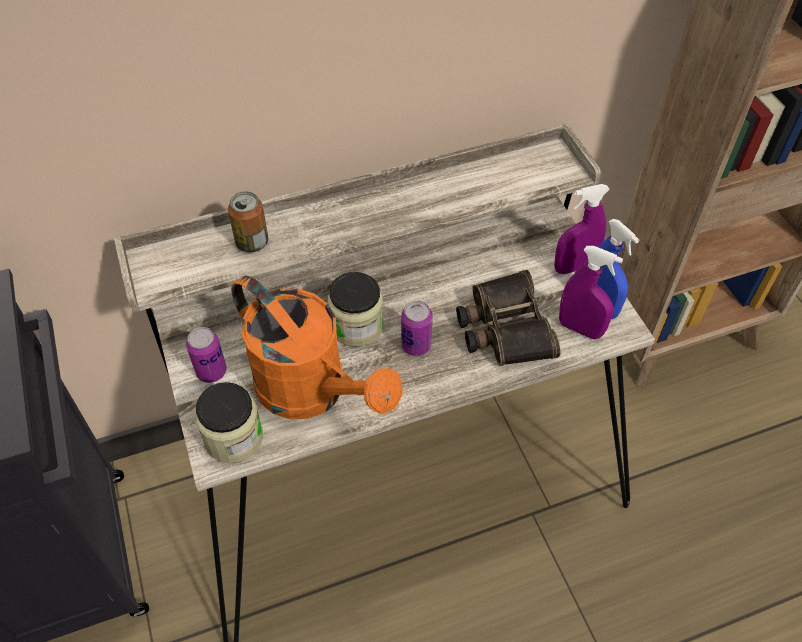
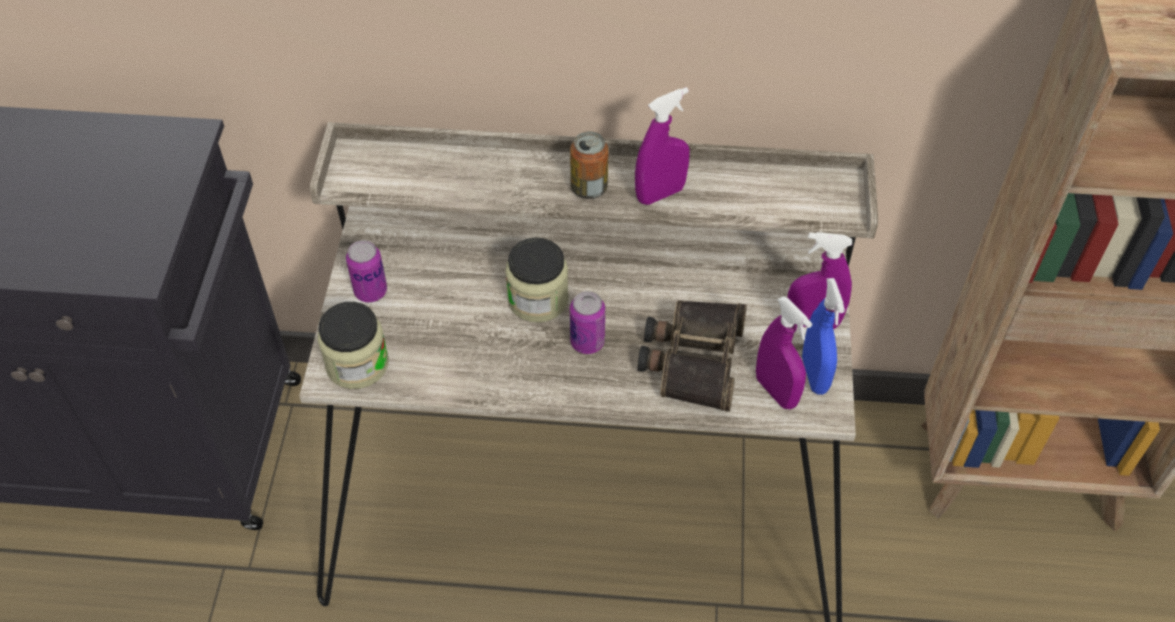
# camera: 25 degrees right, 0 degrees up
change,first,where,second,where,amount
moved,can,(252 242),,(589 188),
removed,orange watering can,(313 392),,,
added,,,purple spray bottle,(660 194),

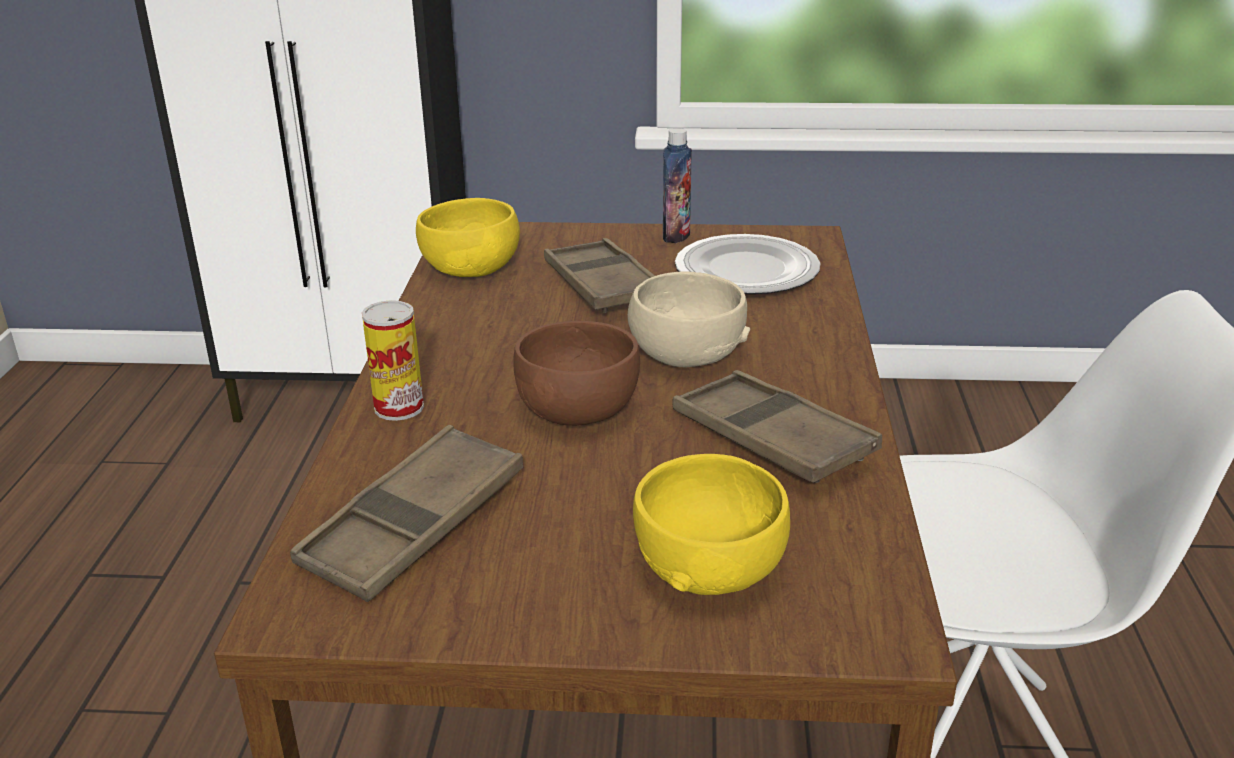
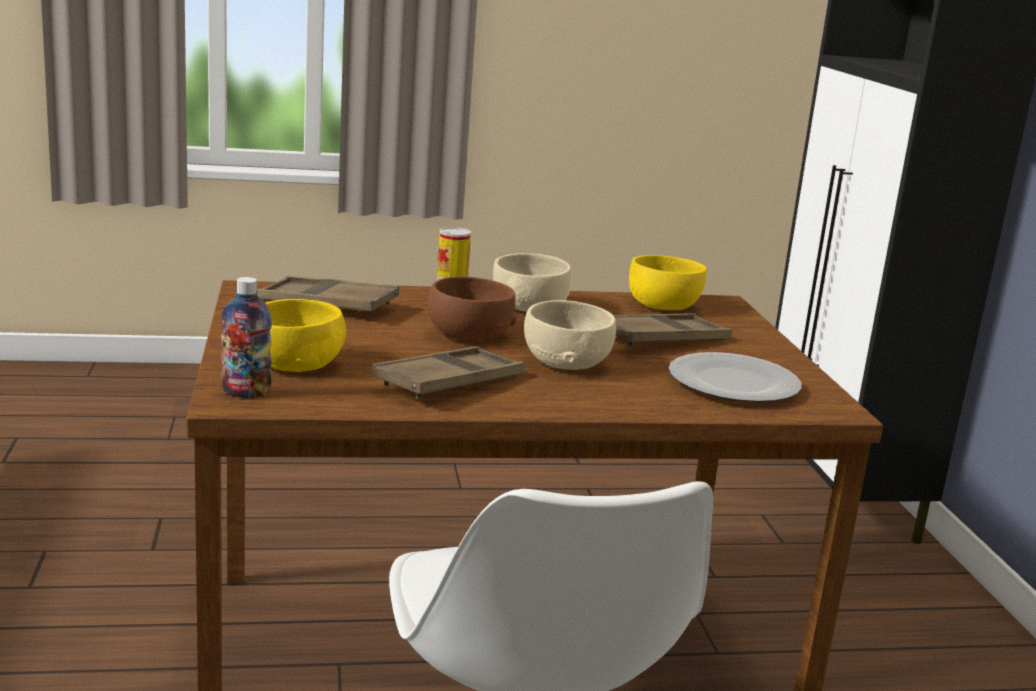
# camera: 75 degrees right, 10 degrees down
change,first,where,second,where,amount
moved,bottle,(676 236),,(246 392),
added,,,beige bowl,(529 306),

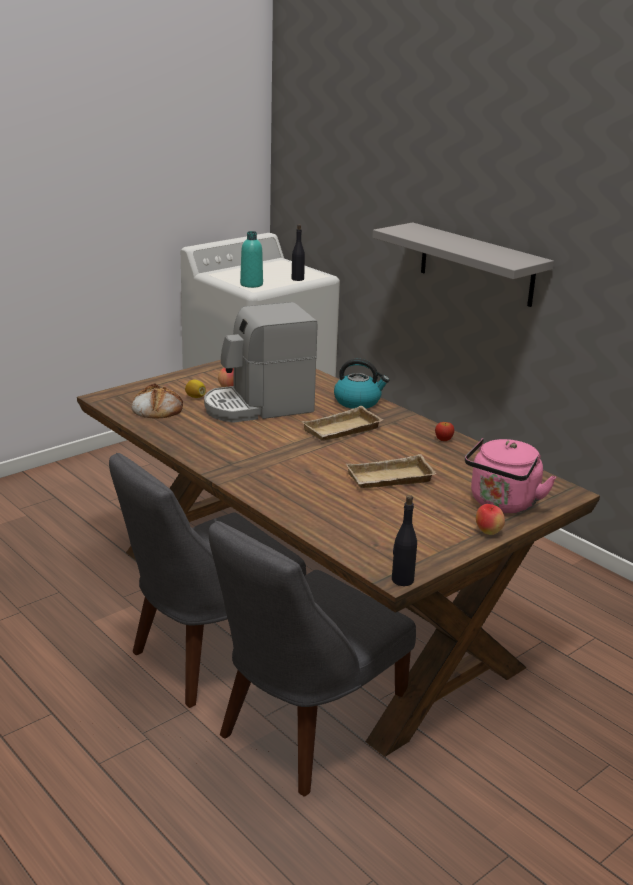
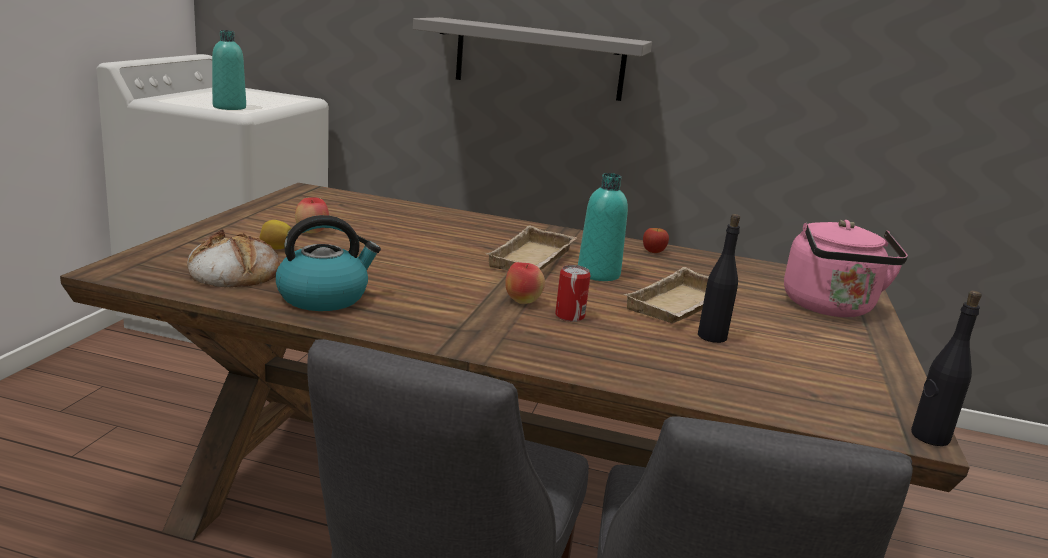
# camera: 35 degrees left, 5 degrees down
change,first,where,second,where,amount
removed,coffee machine,(258 406),,,
moved,black bottle,(298 279),,(712 336),
moved,kettle,(358 401),,(324 297),
moved,apple,(488 532),,(522 301),
added,,,can,(569 316),
added,,,turquoise bottle,(598 274),

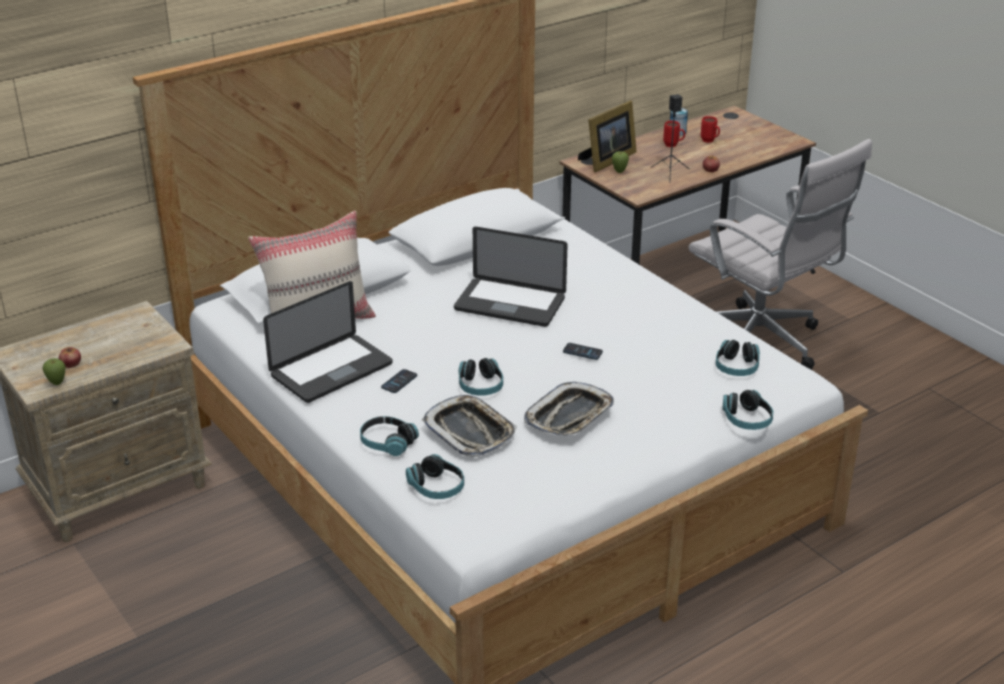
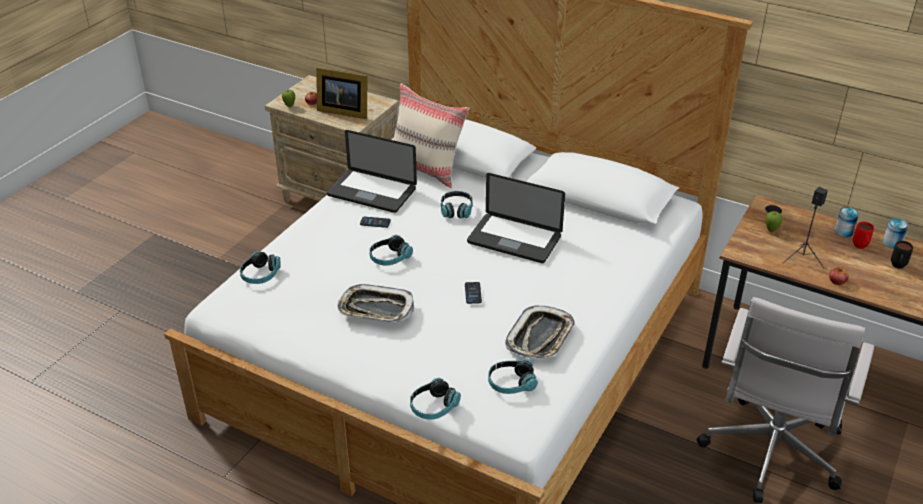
# camera: 65 degrees right, 5 degrees up
change,first,where,second,where,amount
moved,headphones,(387 443),,(456 210),
moved,tray,(470 431),,(540 337),
turned,laptop,(509 304),,(514 239),60 degrees counterclockwise
moved,picture frame,(607 160),,(342 111),
recoloured,red mug,(710 141),black mug,(897 267),
added,,,can,(843 231),

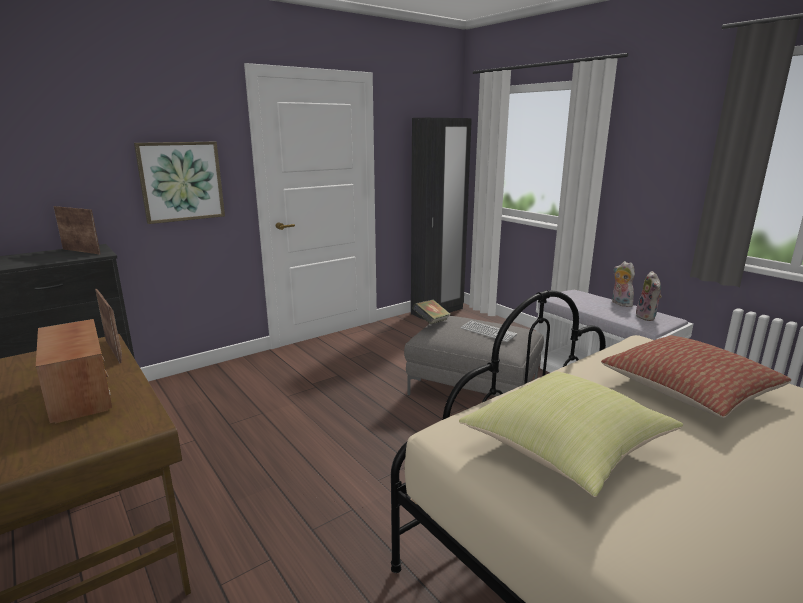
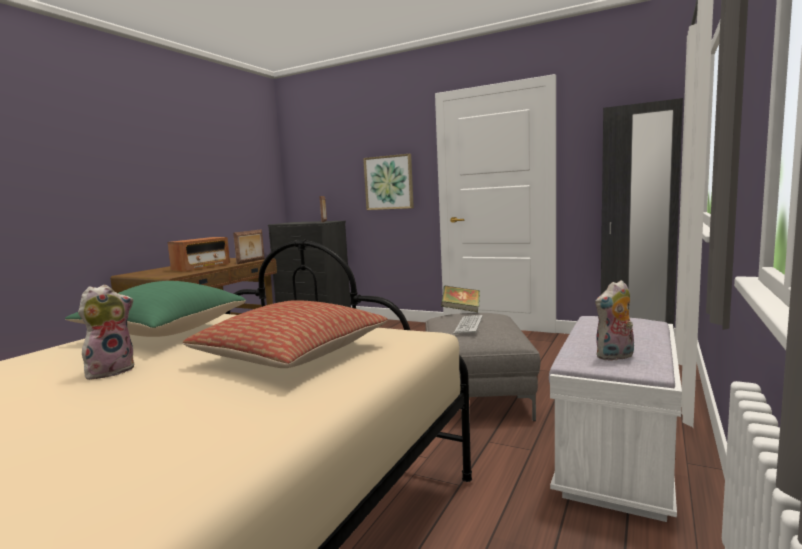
# camera: 65 degrees right, 10 degrees down
change,first,where,second,where,amount
recoloured,yellow pillow,(566 452),green pillow,(162 334),
moved,plush toy,(620 303),,(111 371),

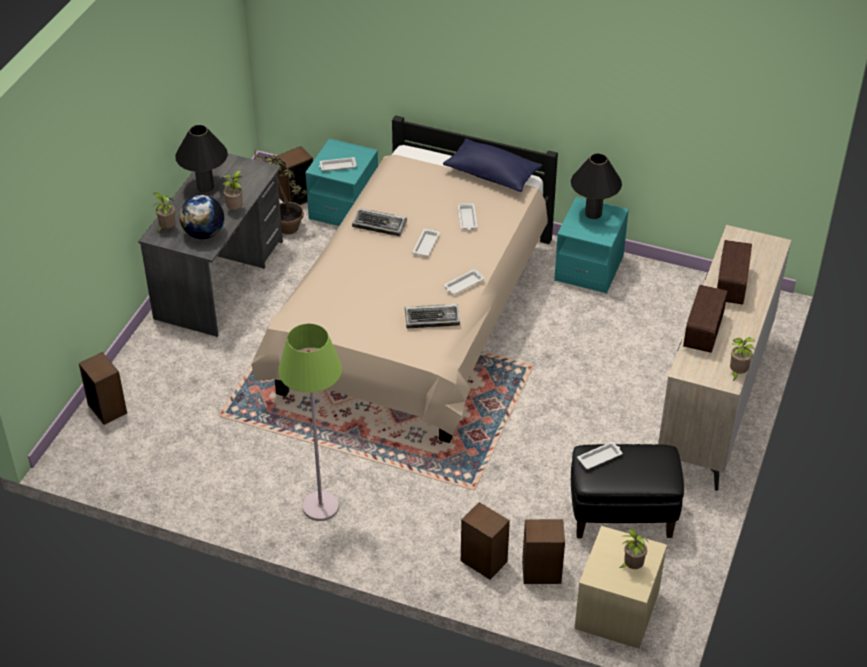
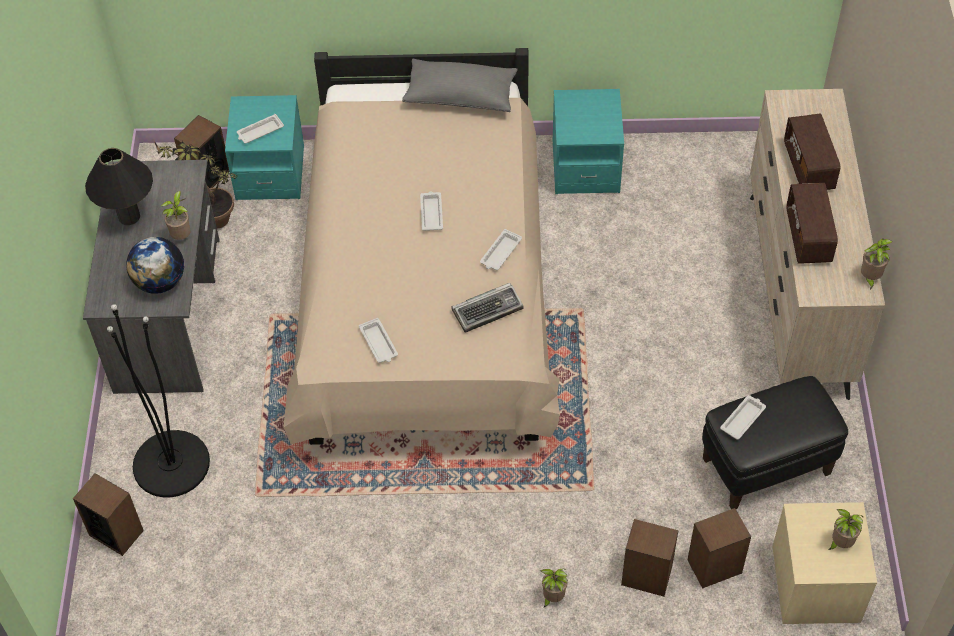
# camera: 20 degrees left, 10 degrees up
change,first,where,second,where,amount
moved,potted plant,(166 229),,(552 597),
removed,green floor lamp,(320 507),,,
removed,keyboard,(380 225),,,
recoloured,blue pillow,(492 175),grey pillow,(460 96),
moved,white tray,(467 219),,(379 344),
removed,black table lamp,(593 213),,,
added,,,black floor lamp,(171 464),

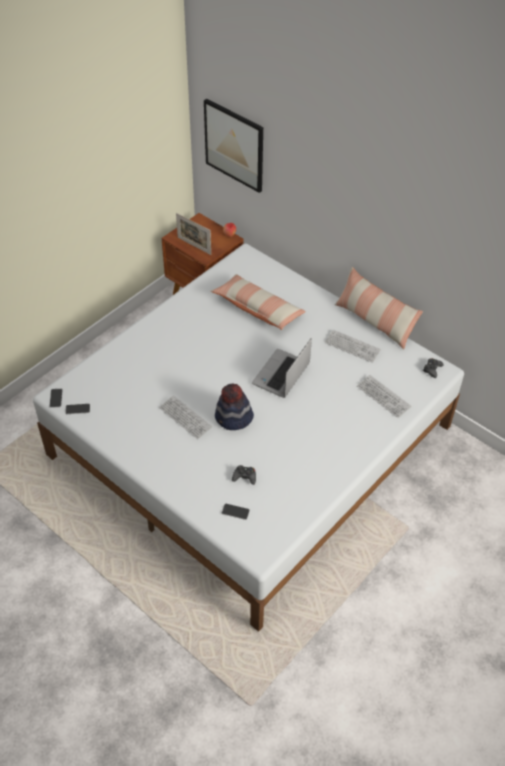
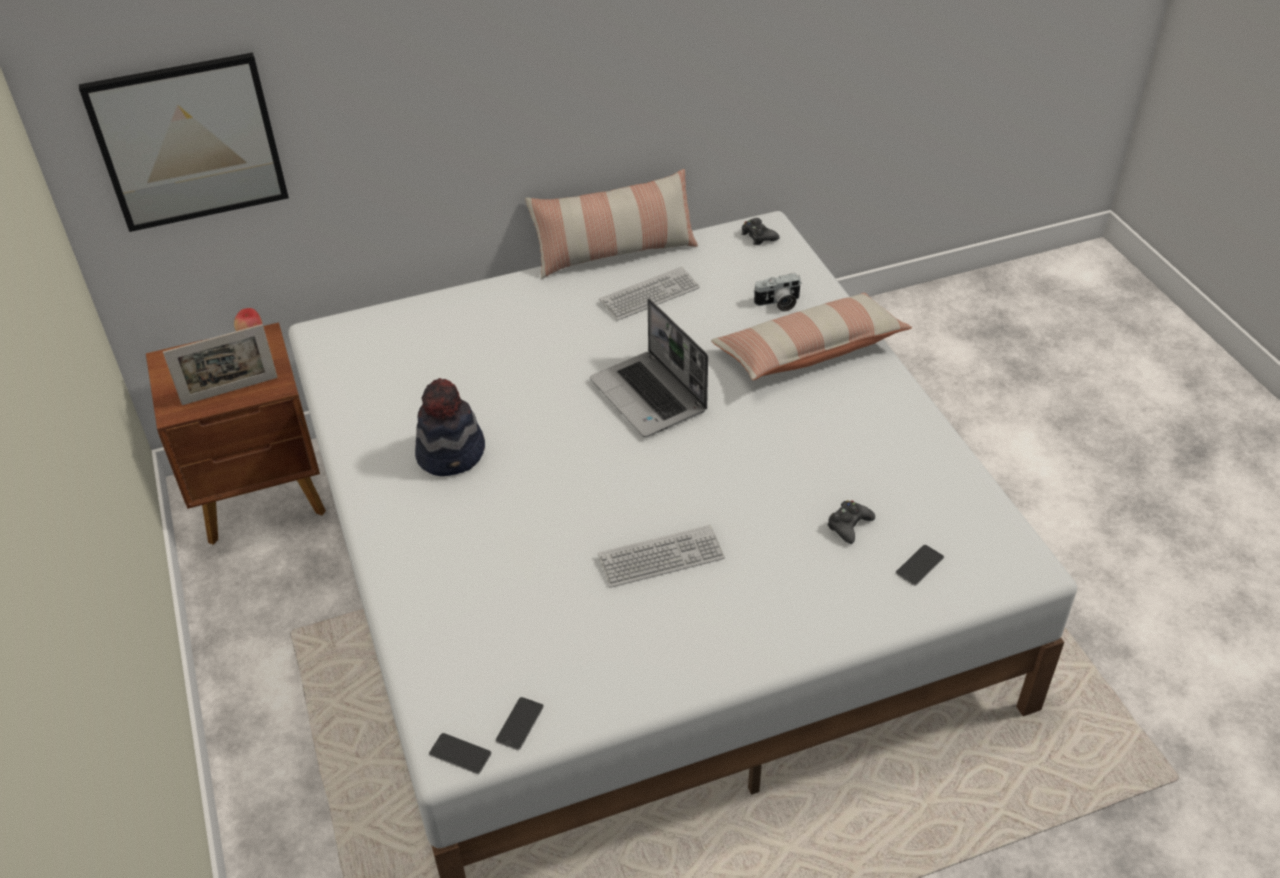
# camera: 60 degrees left, 5 degrees down
change,first,where,second,where,amount
moved,pillow,(258 309),,(809 351),
moved,hat,(233 418),,(452 453),
replaced,keyboard,(383 397),photo camera,(778 303),

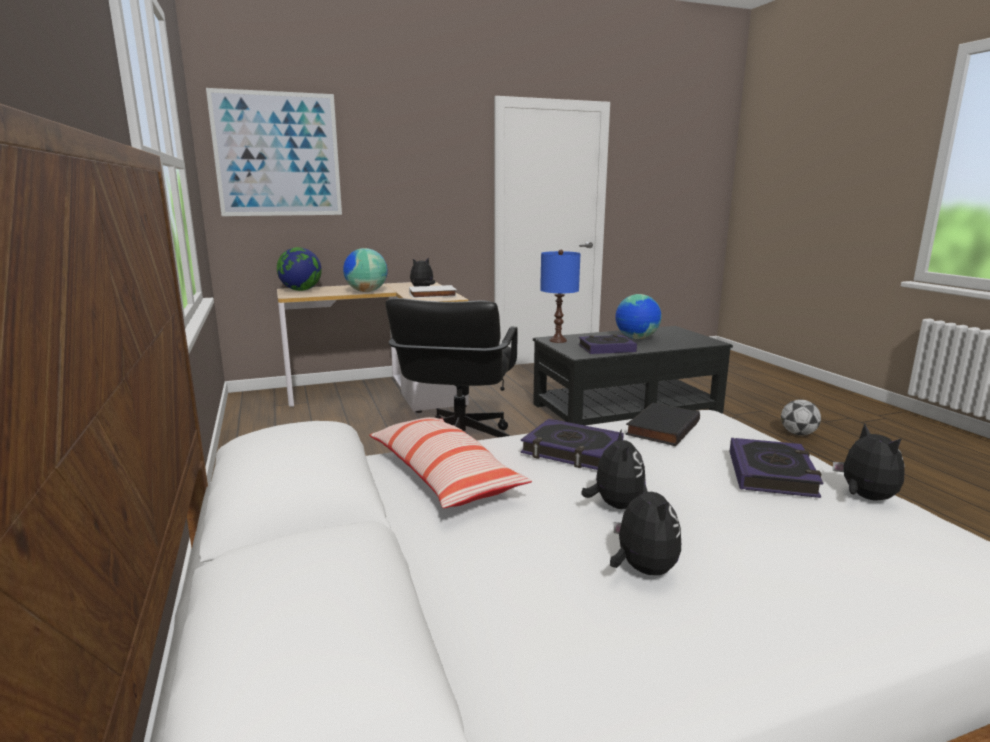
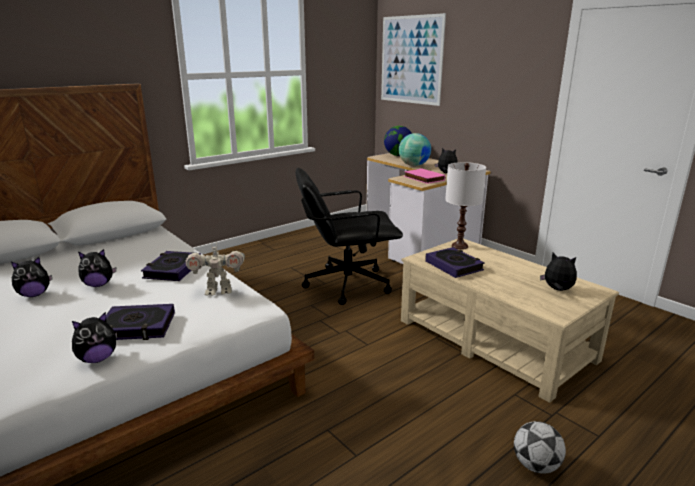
# camera: 70 degrees right, 5 degrees up
change,first,where,second,where,amount
removed,pillow,(443 476),,,
recoloured,white book,(432 295),pink book,(423 178),
recoloured,black coffee table,(625 408),beige coffee table,(494 339),
recoloured,blue table lamp,(557 340),white table lamp,(459 246),
removed,globe,(636 338),,,
replaced,black book,(661 428),toy robot,(218 291),
added,,,plush toy,(557 290),

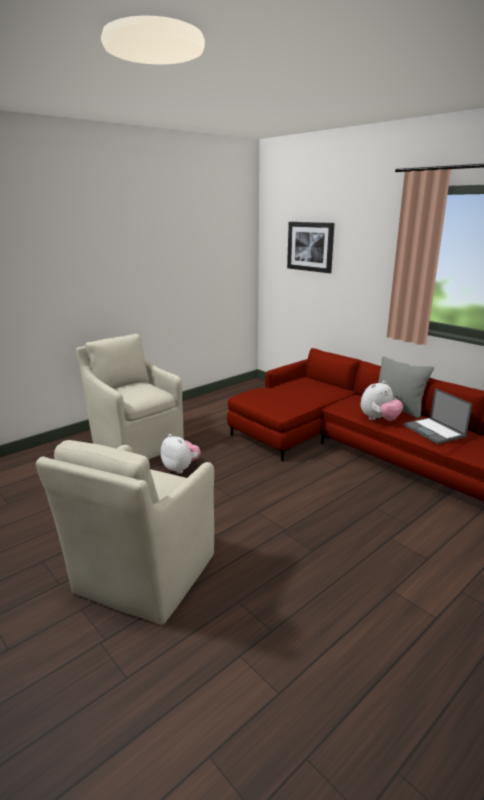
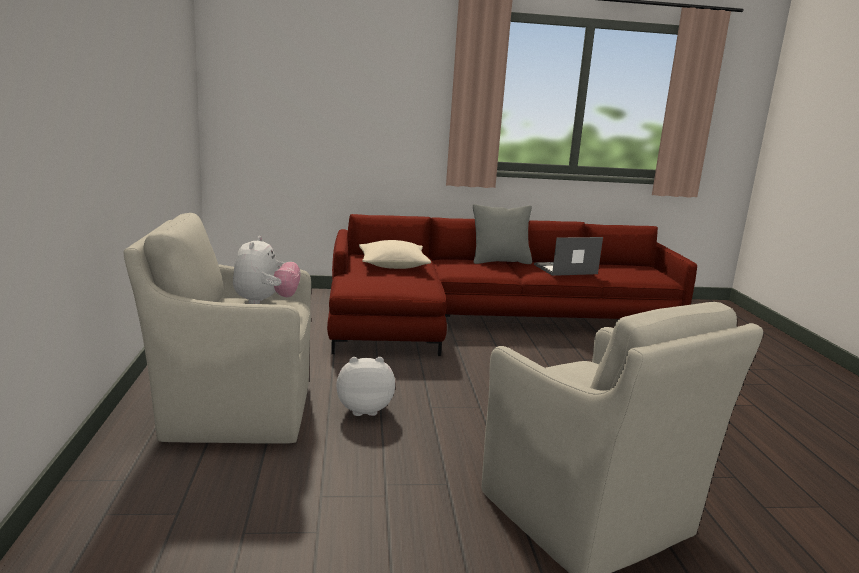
# camera: 55 degrees left, 5 degrees down
change,first,where,second,where,amount
removed,picture,(310 246),,,
moved,plush toy,(379 419),,(265 302),
turned,laptop,(434 431),,(564 269),150 degrees clockwise
added,,,beige pillow,(393 265),

